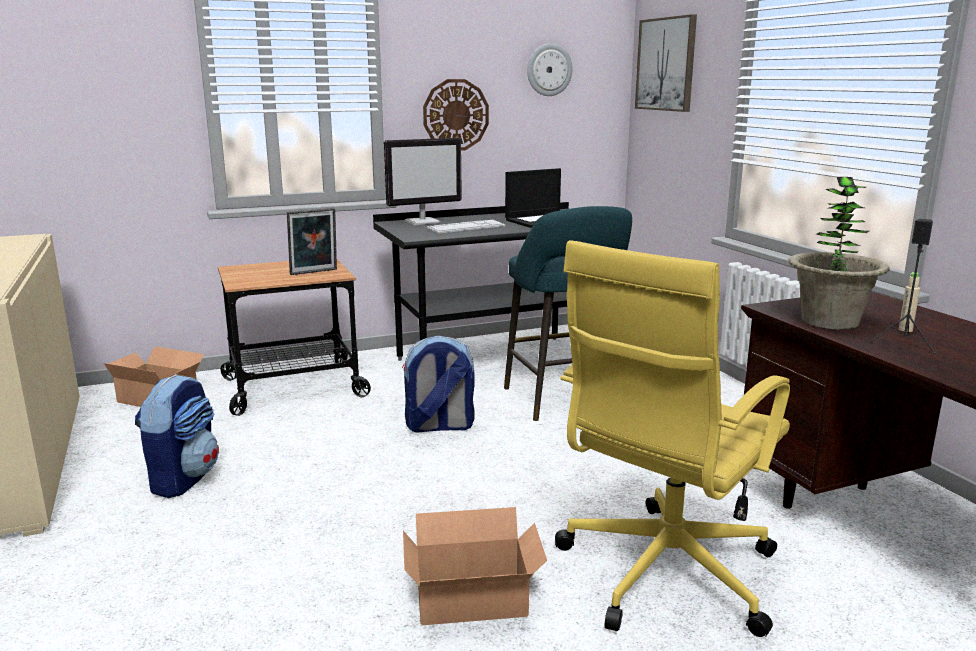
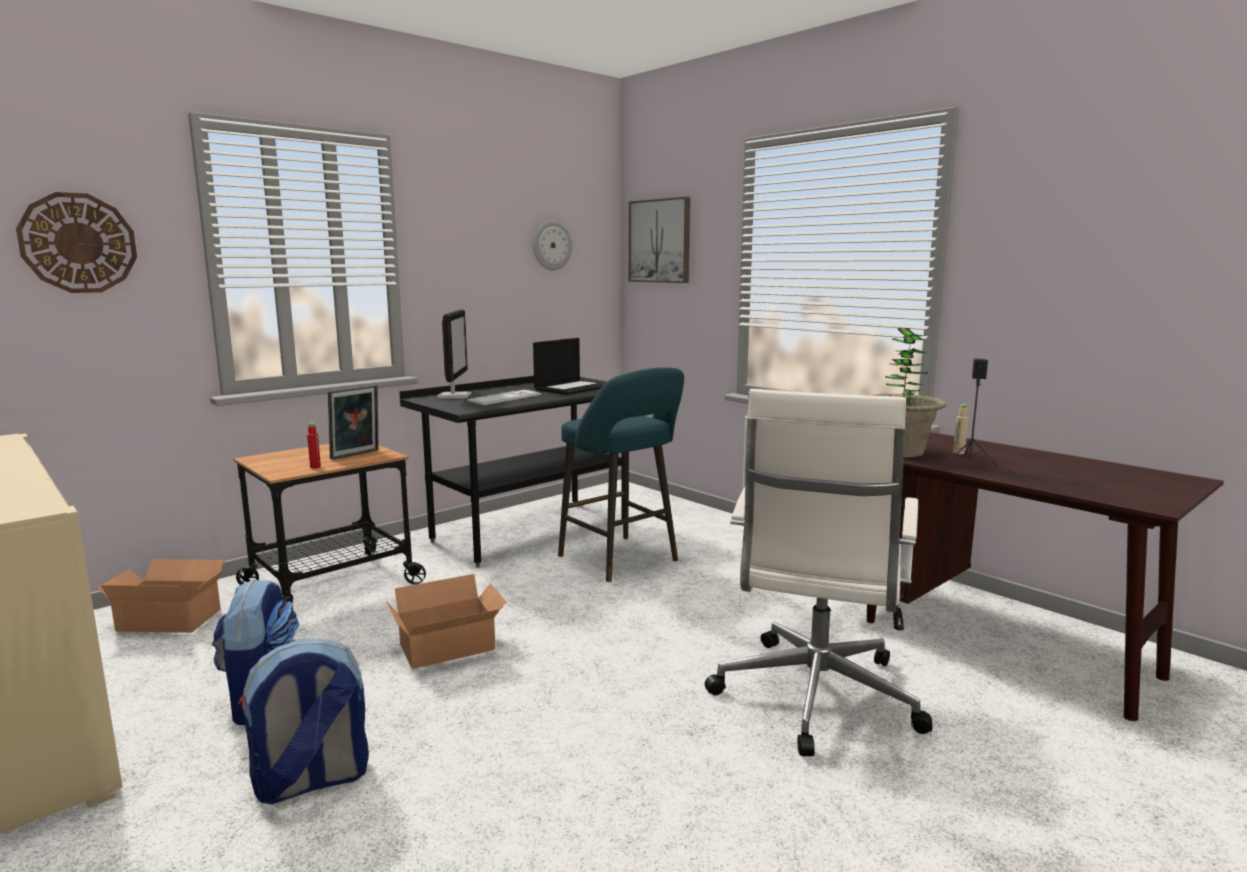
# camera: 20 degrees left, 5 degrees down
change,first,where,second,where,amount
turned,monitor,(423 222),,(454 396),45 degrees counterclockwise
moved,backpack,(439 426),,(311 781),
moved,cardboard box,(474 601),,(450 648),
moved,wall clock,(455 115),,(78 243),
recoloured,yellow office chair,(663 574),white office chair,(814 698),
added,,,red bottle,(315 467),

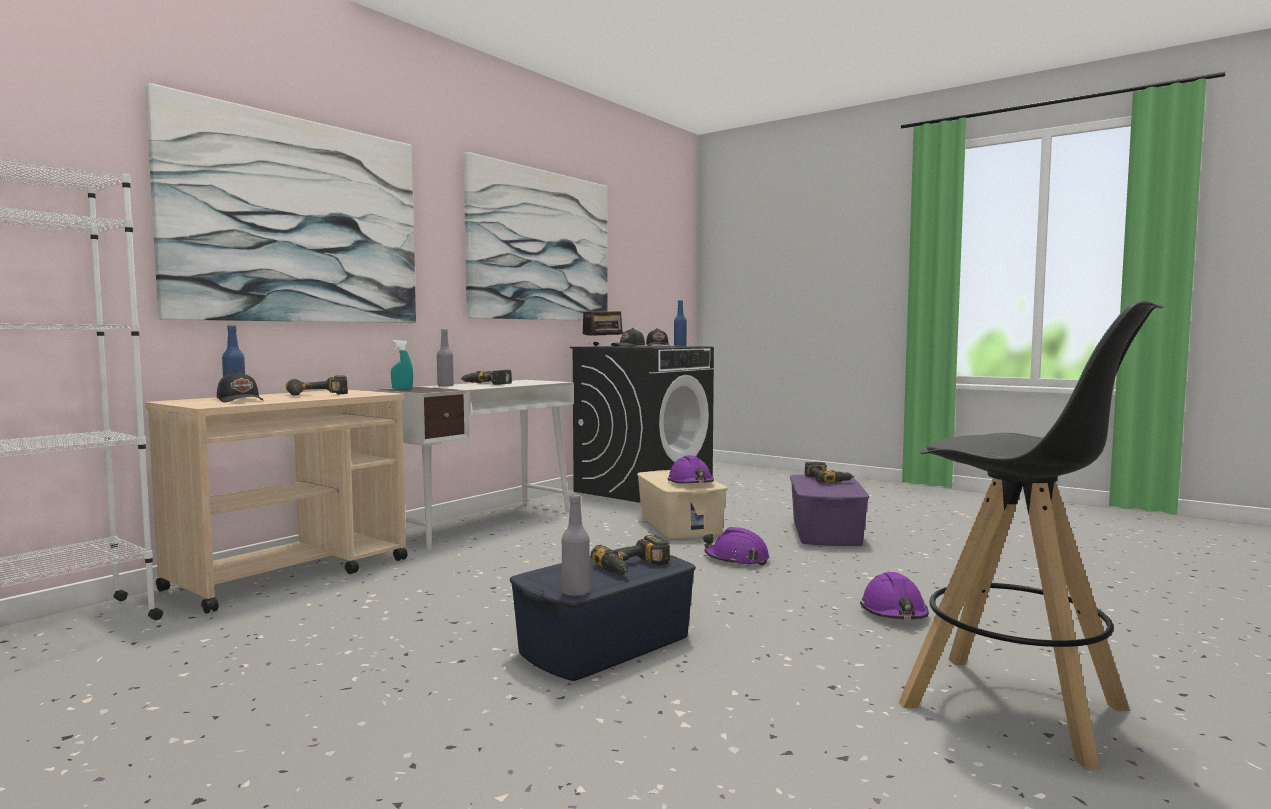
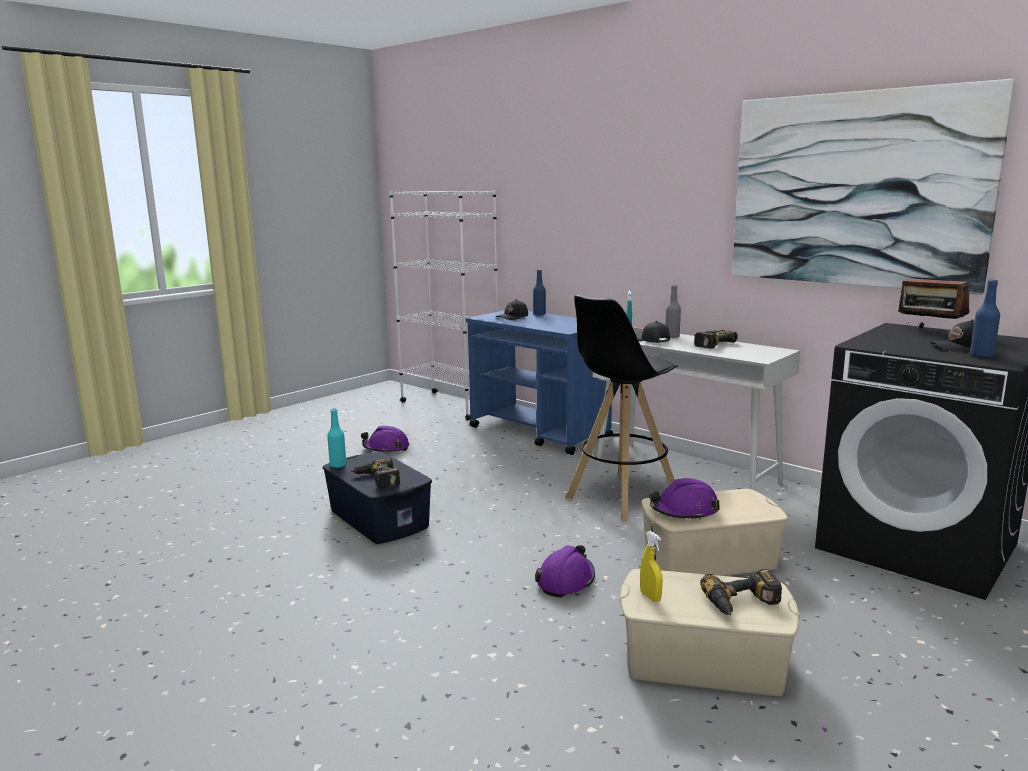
# camera: 95 degrees right, 10 degrees up
change,first,where,second,where,amount
removed,picture,(298 221),,,
recoloured,beige cart,(291 574),blue cart,(540 432),
removed,power drill,(317 395),,,
recoloured,grey bottle,(575 592),turquoise bottle,(338 465),
moved,black cap,(628 346),,(651 340),
recoloured,purple storage box,(825 532),beige storage box,(703 661),
moved,purple hard hat,(894 613),,(386 448),
moved,black stool,(1016 708),,(621 496),
added,,,yellow spray bottle,(650 597),

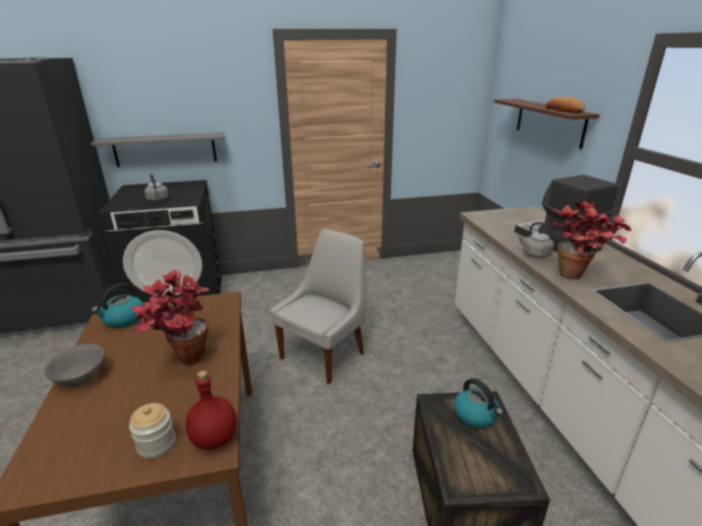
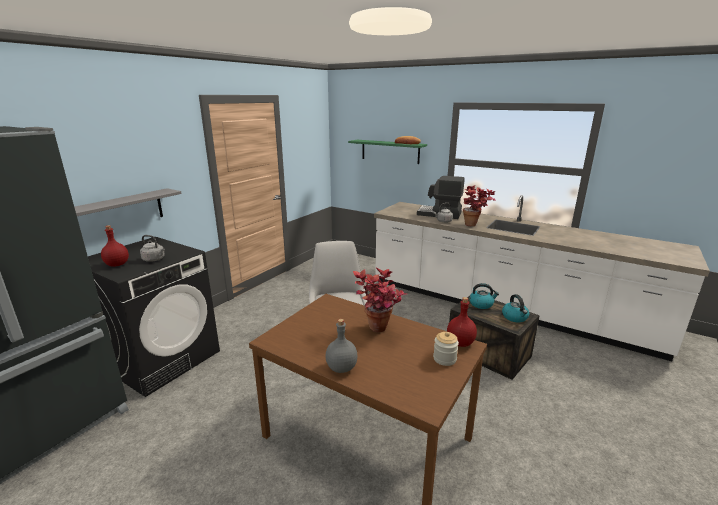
# camera: 45 degrees left, 5 degrees down
change,first,where,second,where,amount
replaced,grey bowl,(80 378),grey bottle,(341 368),
moved,kettle,(123 319),,(515 317),
recoloured,brown shelf,(549 122),green shelf,(390 151),
added,,,red bottle,(116 264),

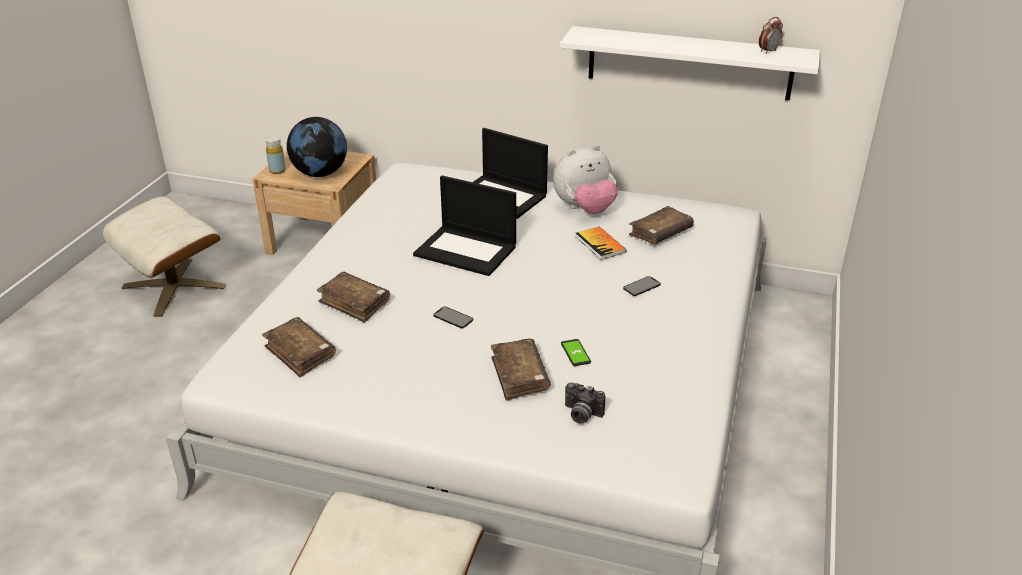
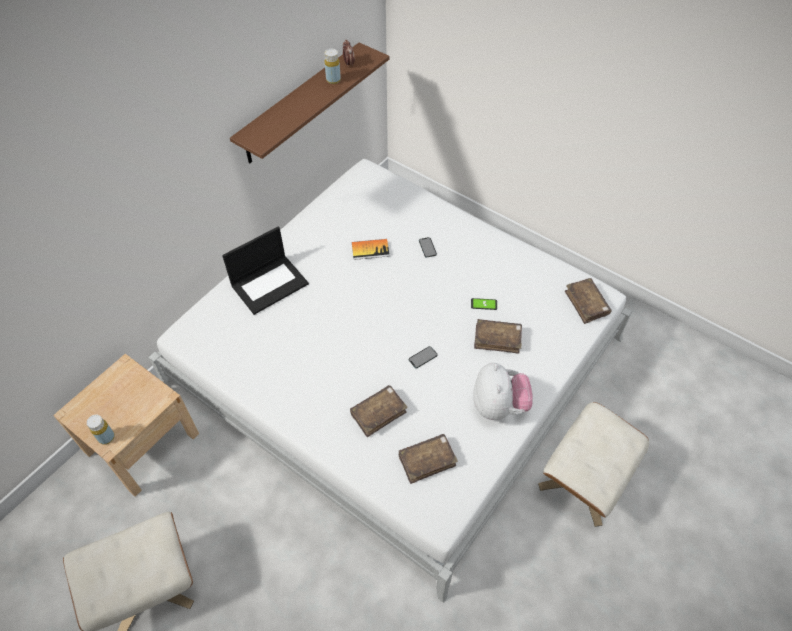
# camera: 70 degrees left, 20 degrees up
change,first,where,second,where,amount
removed,globe,(320 173),,,
removed,laptop,(467 250),,,
moved,plush toy,(584 209),,(498 406),
recoloured,white shelf,(689 63),brown shelf,(300 104),
removed,photo camera,(581 414),,,
moved,brown book,(660 233),,(586 304),
added,,,yellow bottle,(333 80),

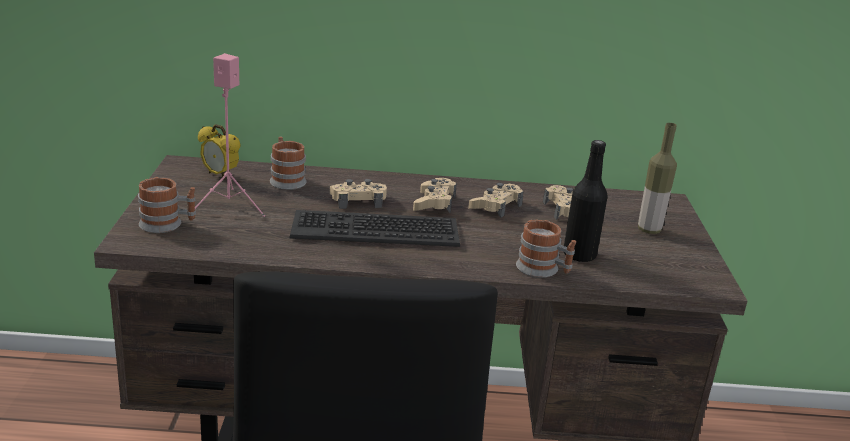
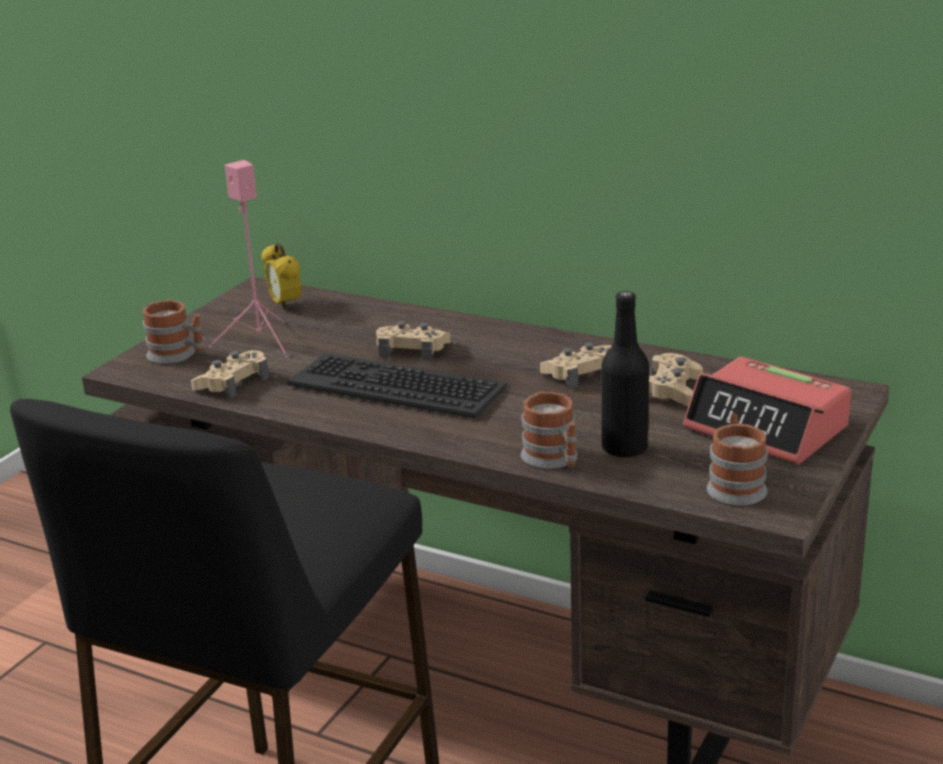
# camera: 30 degrees right, 0 degrees up
change,first,where,second,where,amount
moved,mug,(286 179),,(735 485),
moved,beige game controller,(434 203),,(232 383),
replaced,bottle,(649 230),alarm clock,(767 428),

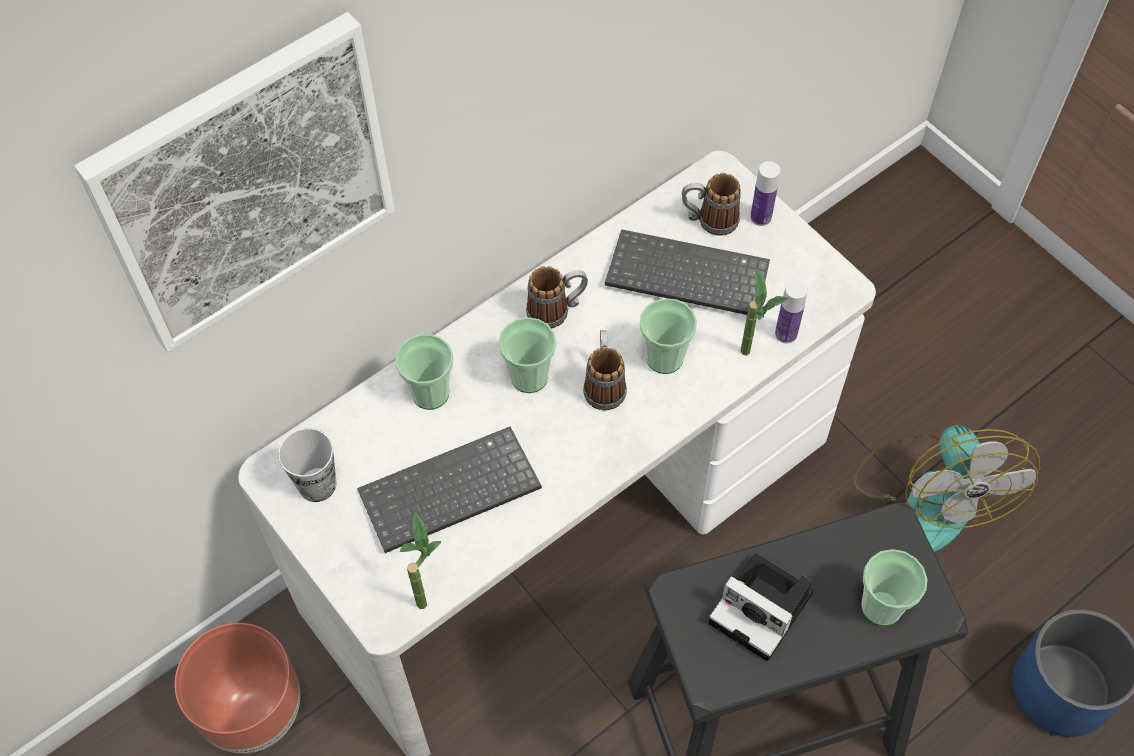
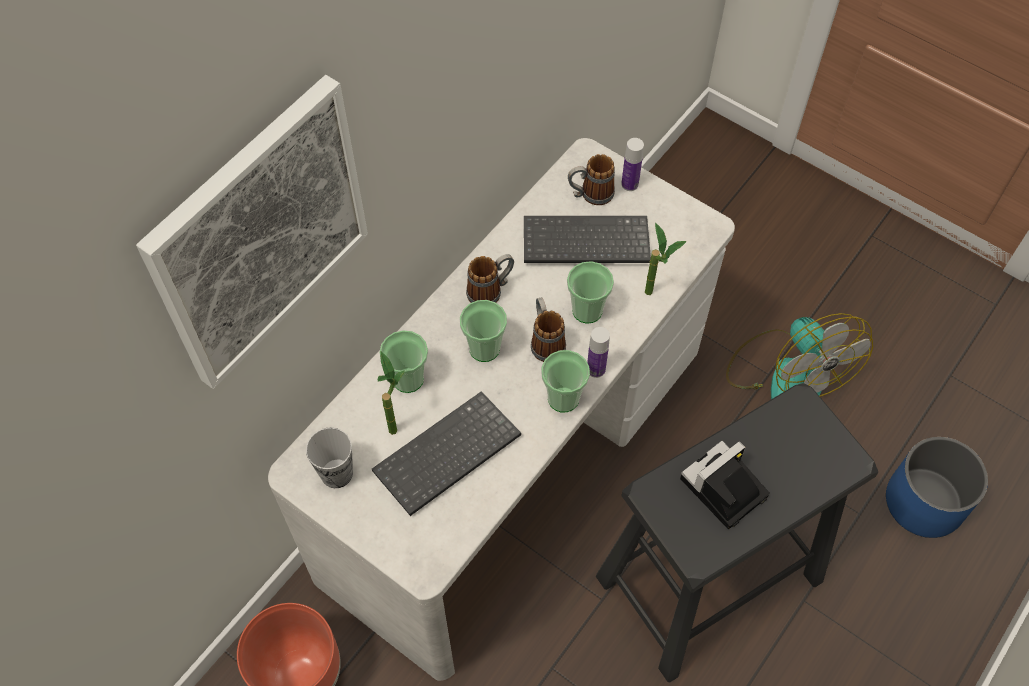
# camera: 15 degrees left, 0 degrees up
change,first,where,second,where,amount
moved,potted plant,(426 594),,(394 422),
turned,photo camera,(765 609),,(722 490),120 degrees clockwise
moved,bottle,(786 334),,(596 369),
moved,cup,(881 606),,(563 398),

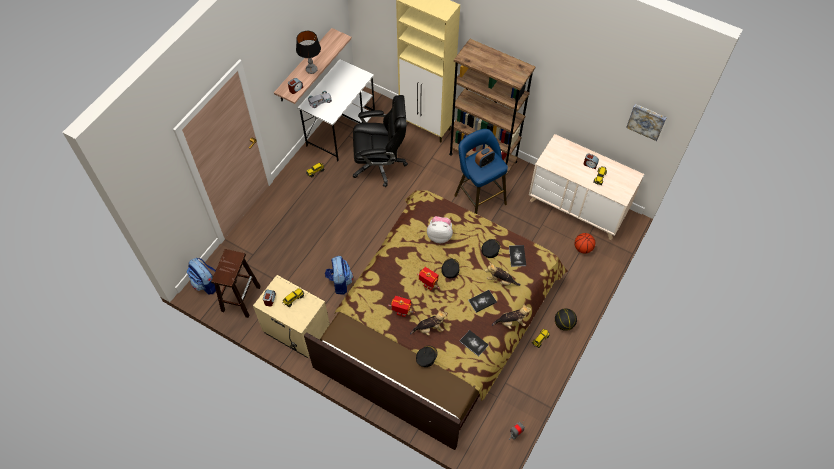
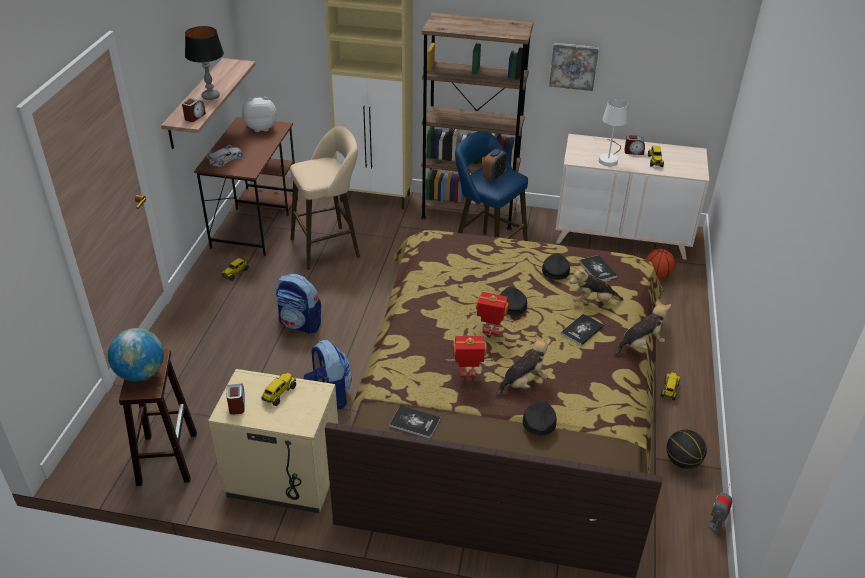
# camera: 20 degrees left, 20 degrees down
change,first,where,second,where,amount
moved,backpack,(206 283),,(300 324),
recoloured,white desk,(341 129),brown desk,(256 222),
replaced,black office chair,(380 164),beige stool,(329 246),
moved,plush toy,(439 235),,(261 128),
moved,book,(474 343),,(414 423),
moved,basketball,(563 324),,(682 461),
moved,picture,(646 121),,(573 65),
added,,,globe,(141 373),
added,,,white table lamp,(609 158),

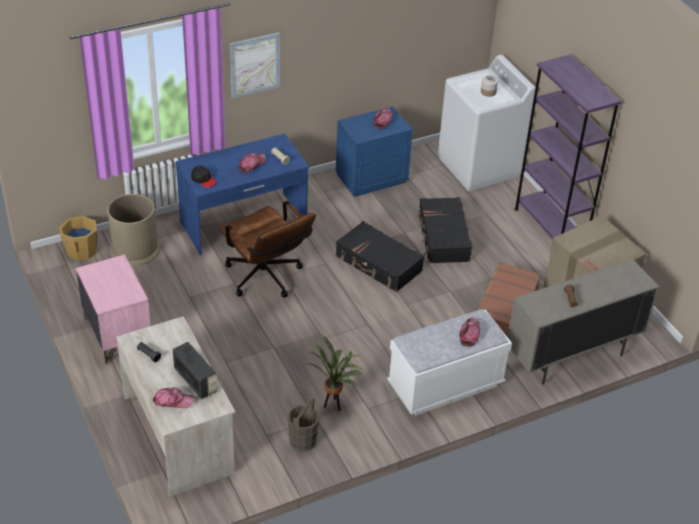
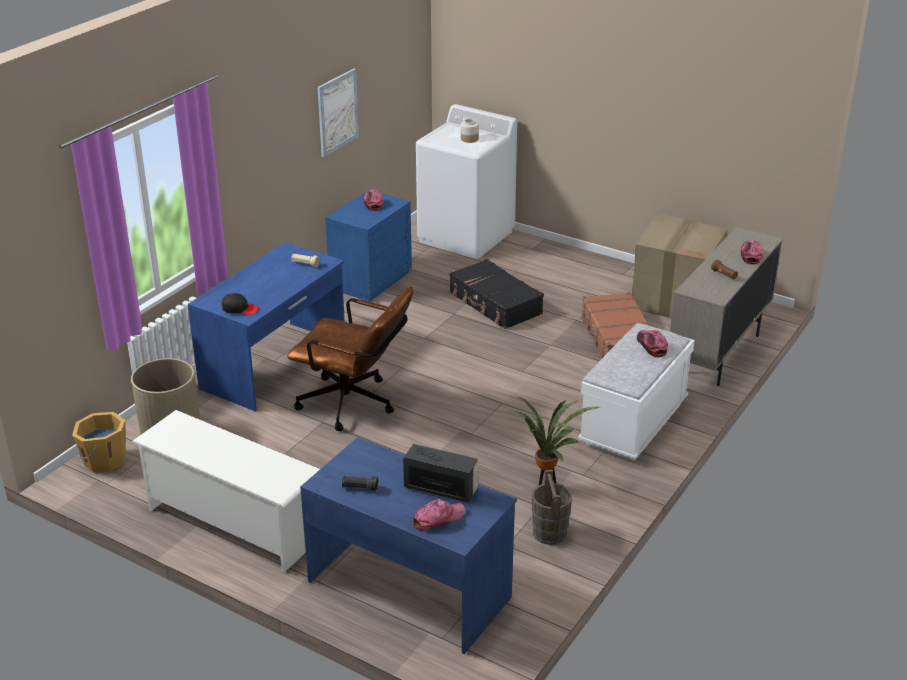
# camera: 30 degrees left, 10 degrees down
change,first,where,second,where,amount
replaced,pink nightstand,(117 334),white shoe rack,(234 523),
recoloured,beige desk,(179 434),blue desk,(410 588),
moved,picture,(255 65),,(337 112),
moved,cap,(252 164),,(750 255),
removed,black suitcase,(378 264),,,
removed,purple bookcase,(550 227),,,

